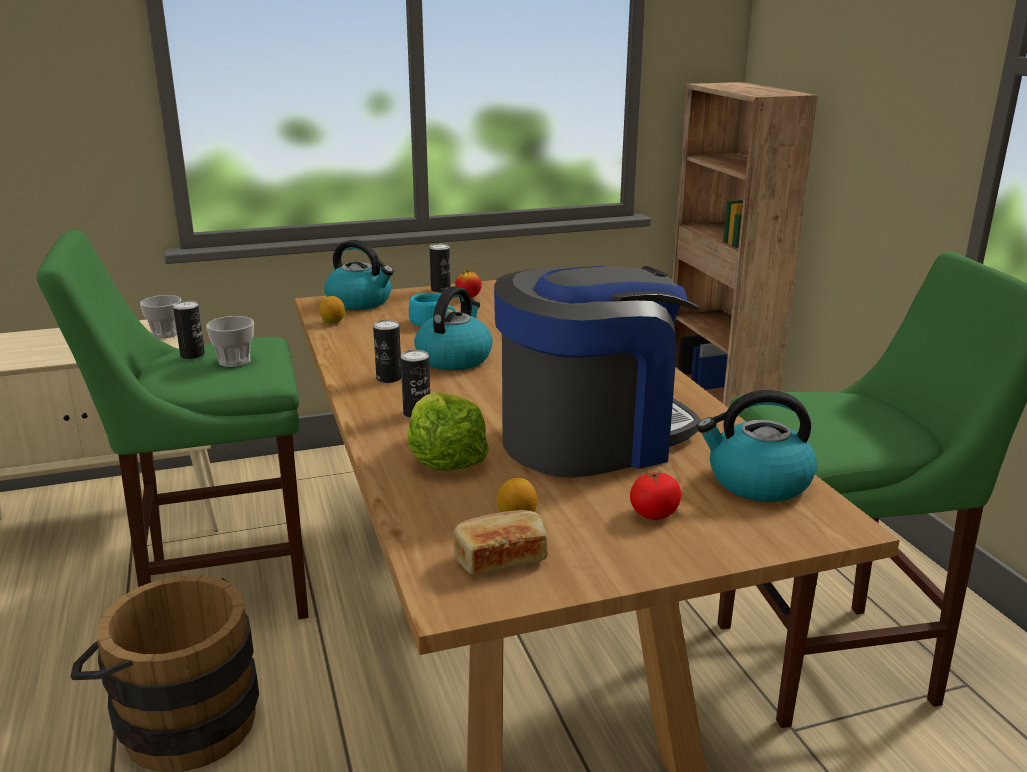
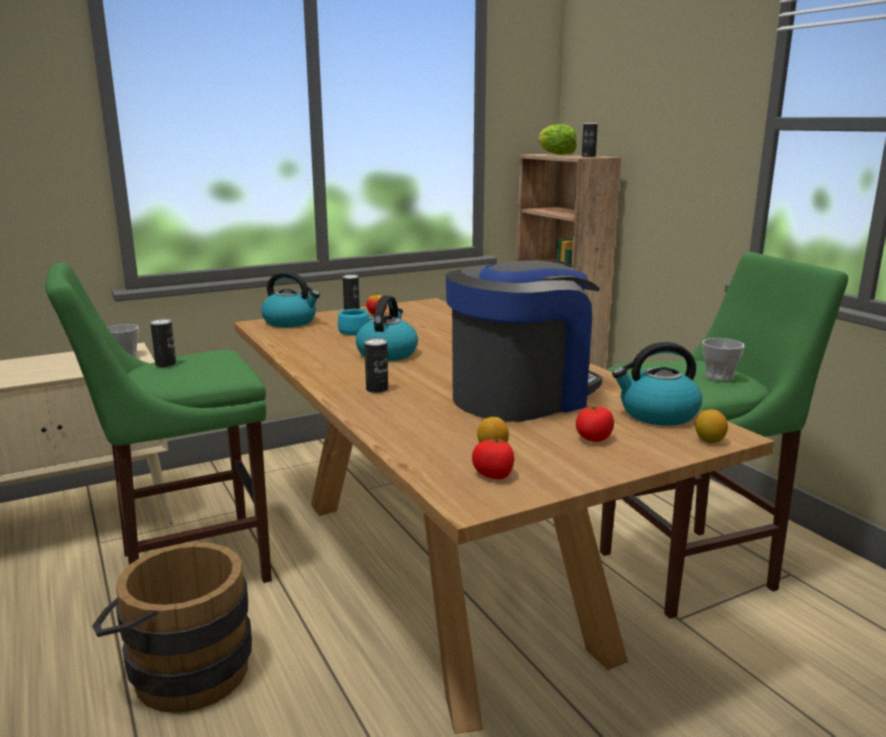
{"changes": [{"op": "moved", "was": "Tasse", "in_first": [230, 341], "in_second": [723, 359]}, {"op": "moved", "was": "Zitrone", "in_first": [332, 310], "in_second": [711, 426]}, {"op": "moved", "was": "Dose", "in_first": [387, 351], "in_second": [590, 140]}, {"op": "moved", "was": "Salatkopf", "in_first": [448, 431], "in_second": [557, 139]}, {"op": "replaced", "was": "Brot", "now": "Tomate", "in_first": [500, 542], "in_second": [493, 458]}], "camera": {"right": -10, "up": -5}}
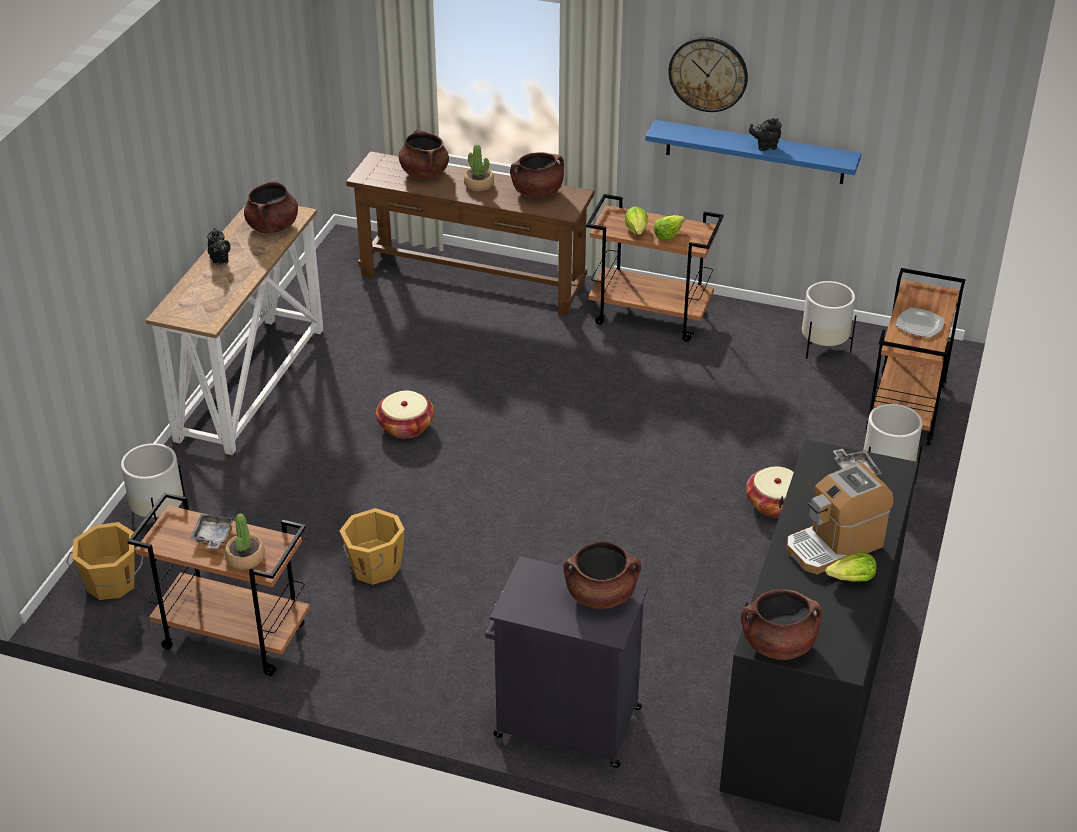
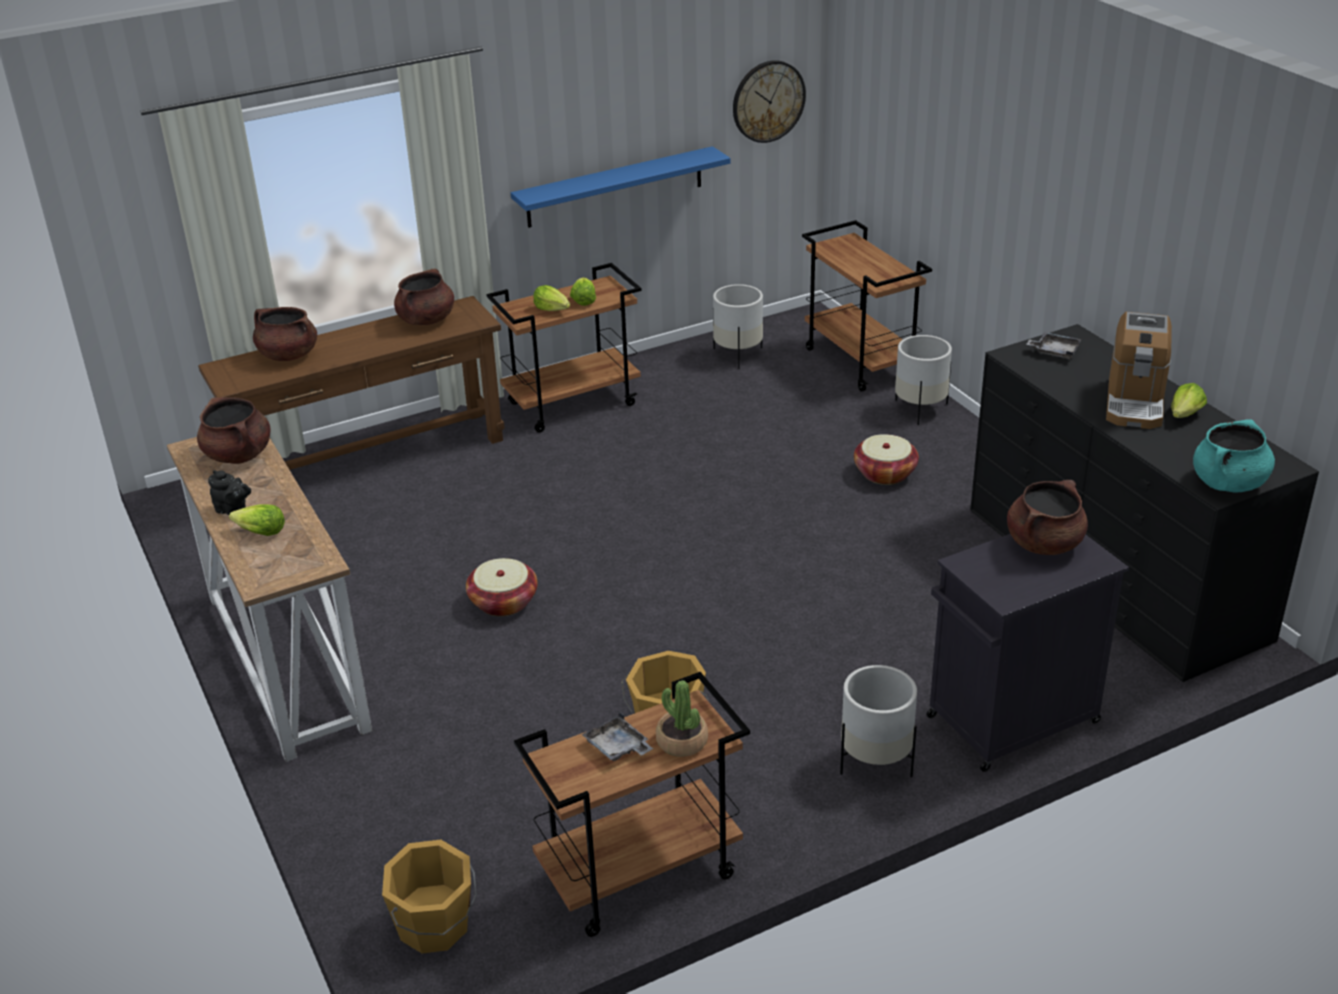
{"changes": [{"op": "moved", "was": "Pflanzkübel/weiß", "in_first": [153, 482], "in_second": [878, 721]}, {"op": "removed", "was": "Topfpflanze", "in_first": [479, 167]}, {"op": "moved", "was": "Wanduhr", "in_first": [708, 74], "in_second": [769, 101]}, {"op": "recoloured", "was": "Kochtopf/braun", "now": "Kochtopf/türkis", "in_first": [781, 624], "in_second": [1234, 455]}, {"op": "removed", "was": "Teekanne/schwarz", "in_first": [765, 134]}, {"op": "removed", "was": "Teller", "in_first": [920, 323]}, {"op": "added", "now": "Salatkopf", "in_second": [257, 520]}], "camera": {"right": -45, "up": -5}}
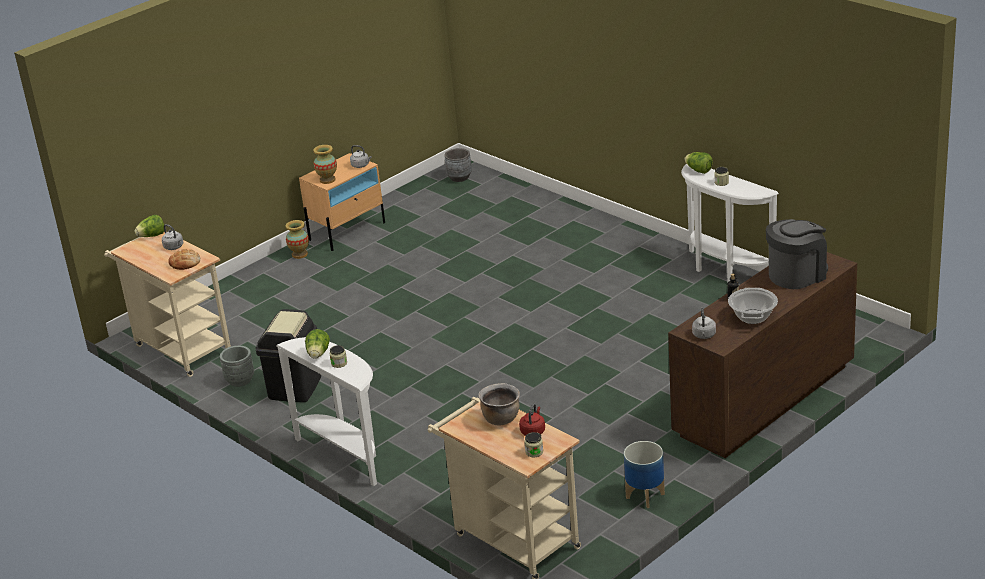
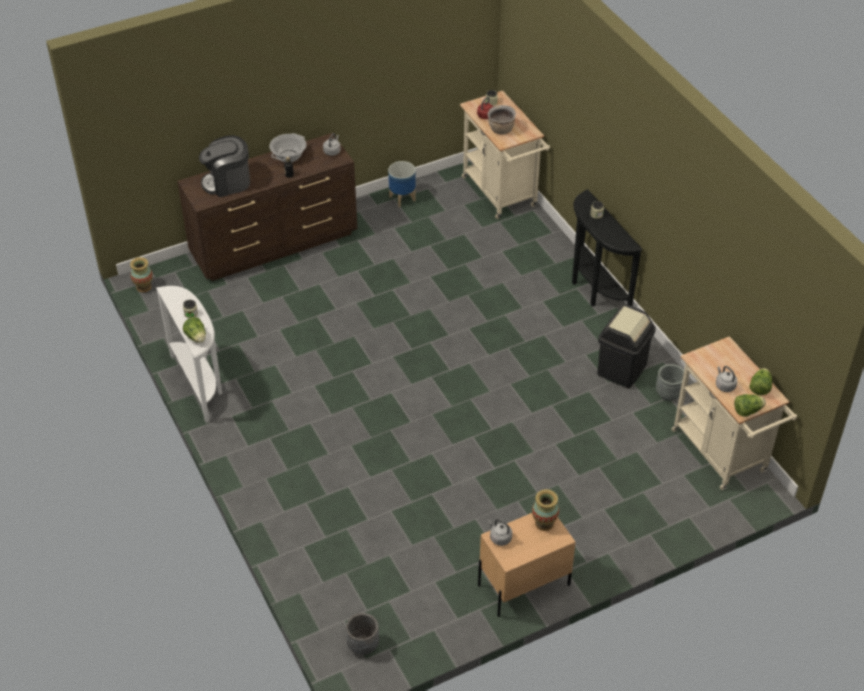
{"changes": [{"op": "removed", "was": "Brot", "in_first": [184, 259]}, {"op": "recoloured", "was": "Konsolentisch/weiß", "now": "Konsolentisch/schwarz", "in_first": [326, 411], "in_second": [607, 248]}, {"op": "moved", "was": "Vase", "in_first": [297, 239], "in_second": [141, 274]}, {"op": "moved", "was": "Salatkopf", "in_first": [317, 344], "in_second": [760, 381]}], "camera": {"right": -165, "up": 15}}
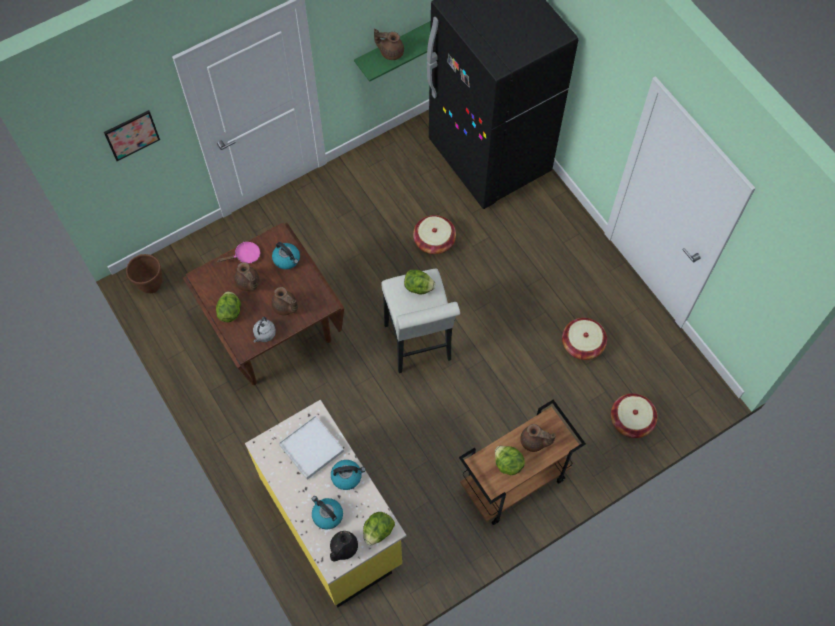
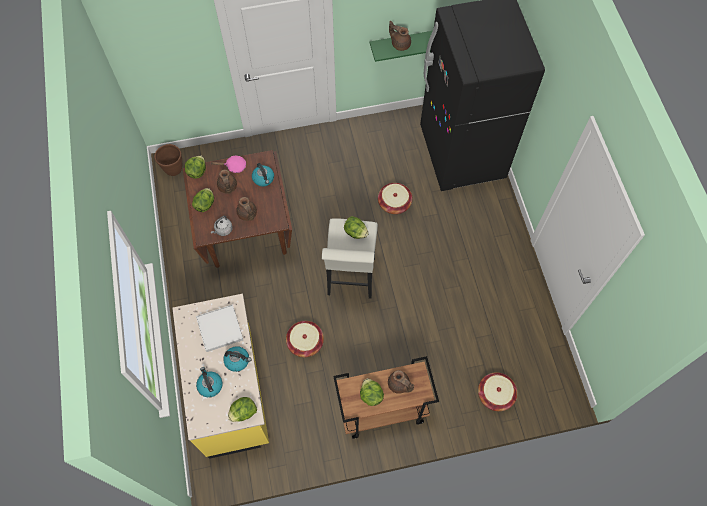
{"changes": [{"op": "removed", "was": "Bild", "in_first": [132, 135]}, {"op": "removed", "was": "Teekanne/schwarz", "in_first": [344, 546]}, {"op": "moved", "was": "Korb", "in_first": [584, 339], "in_second": [305, 339]}, {"op": "added", "now": "Salatkopf", "in_second": [195, 167]}], "camera": {"right": 20, "up": 0}}
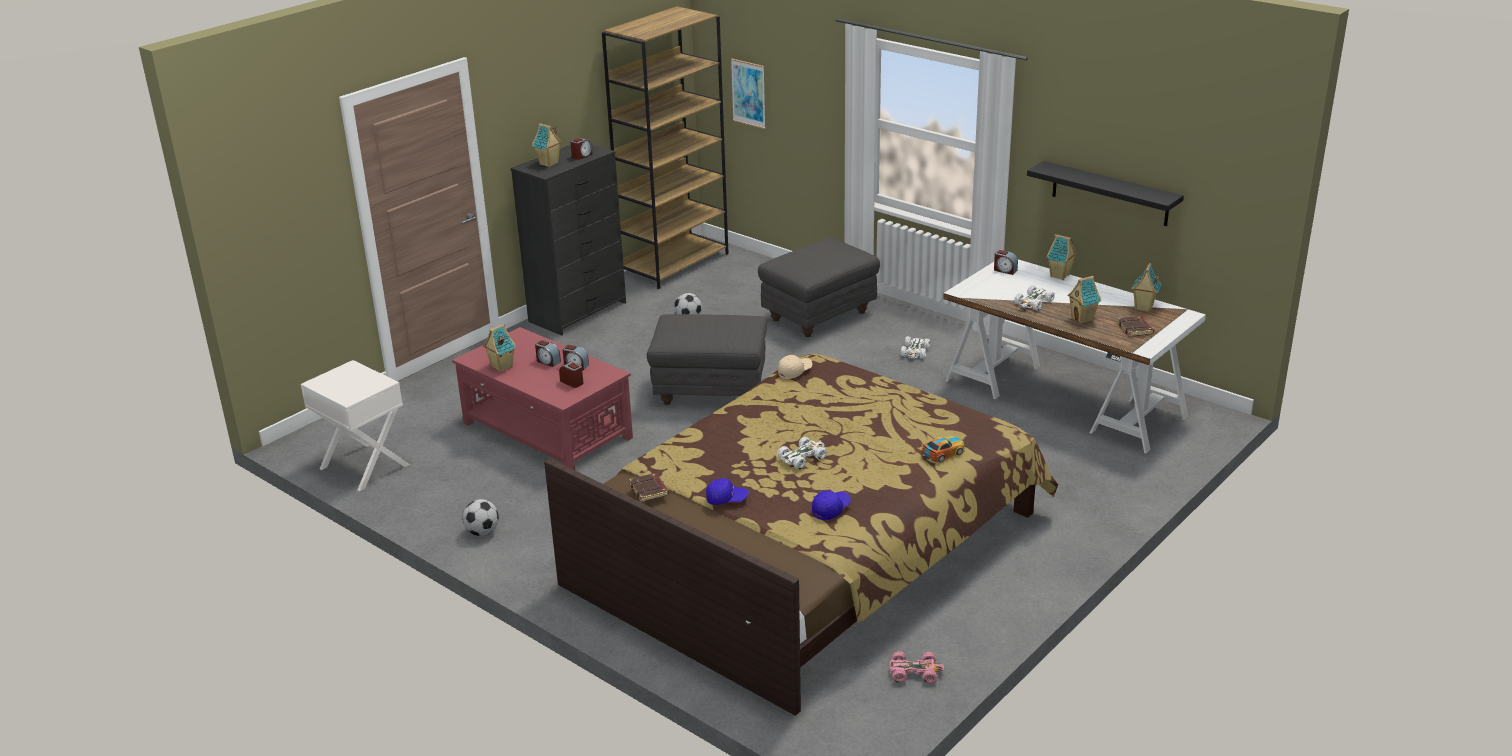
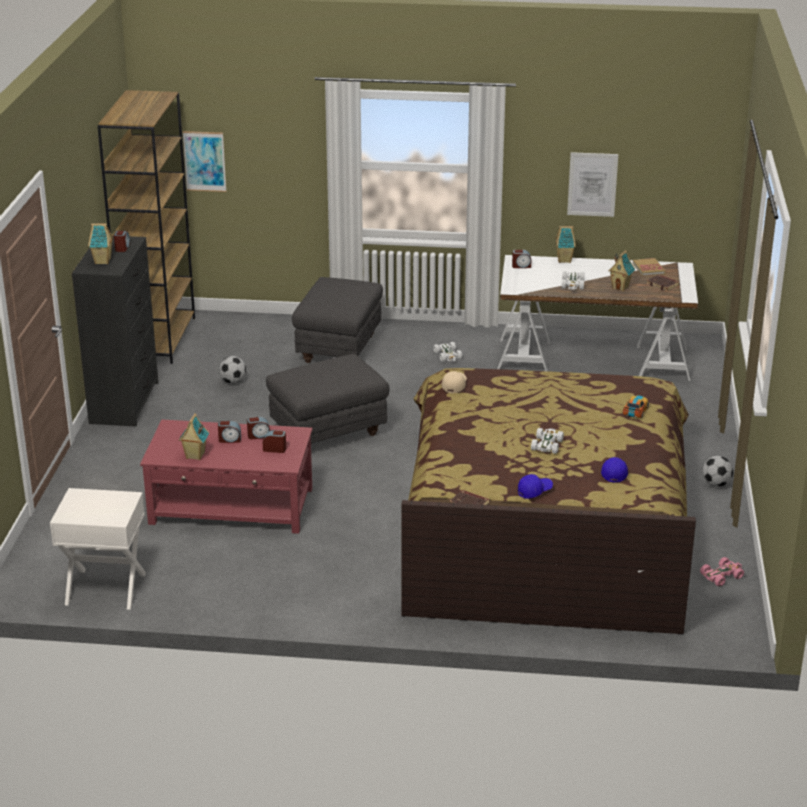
{"changes": [{"op": "moved", "was": "Fußball", "in_first": [480, 517], "in_second": [717, 471]}, {"op": "replaced", "was": "Wandregal/schwarz", "now": "Bild", "in_first": [1105, 193], "in_second": [592, 184]}, {"op": "replaced", "was": "Spielzeughaus", "now": "Buch", "in_first": [1146, 287], "in_second": [649, 267]}], "camera": {"right": -35, "up": 0}}
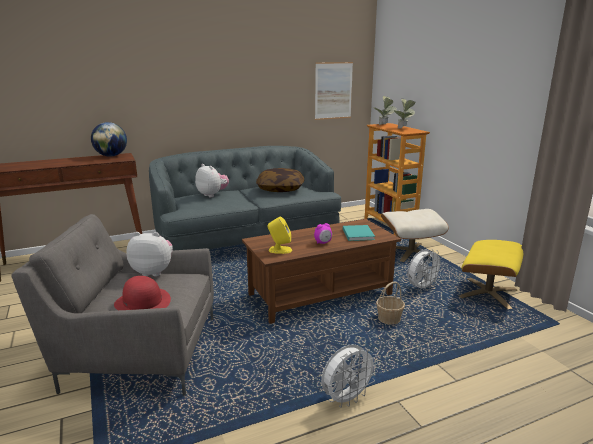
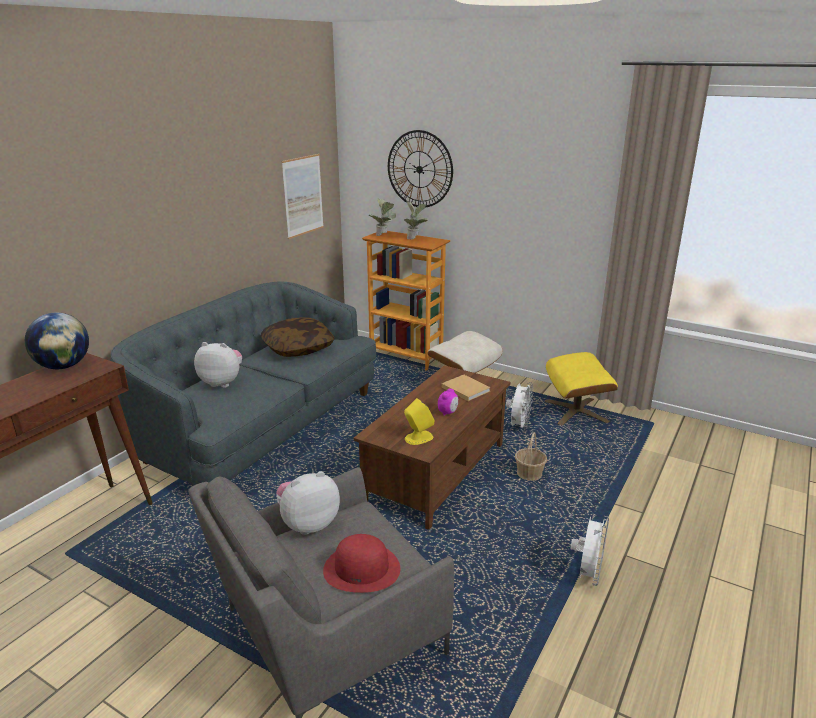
{"changes": [{"op": "recoloured", "was": "Buch/türkis", "now": "Buch/beige", "in_first": [359, 233], "in_second": [466, 388]}, {"op": "added", "now": "Wanduhr", "in_second": [420, 169]}], "camera": {"right": -35, "up": 5}}
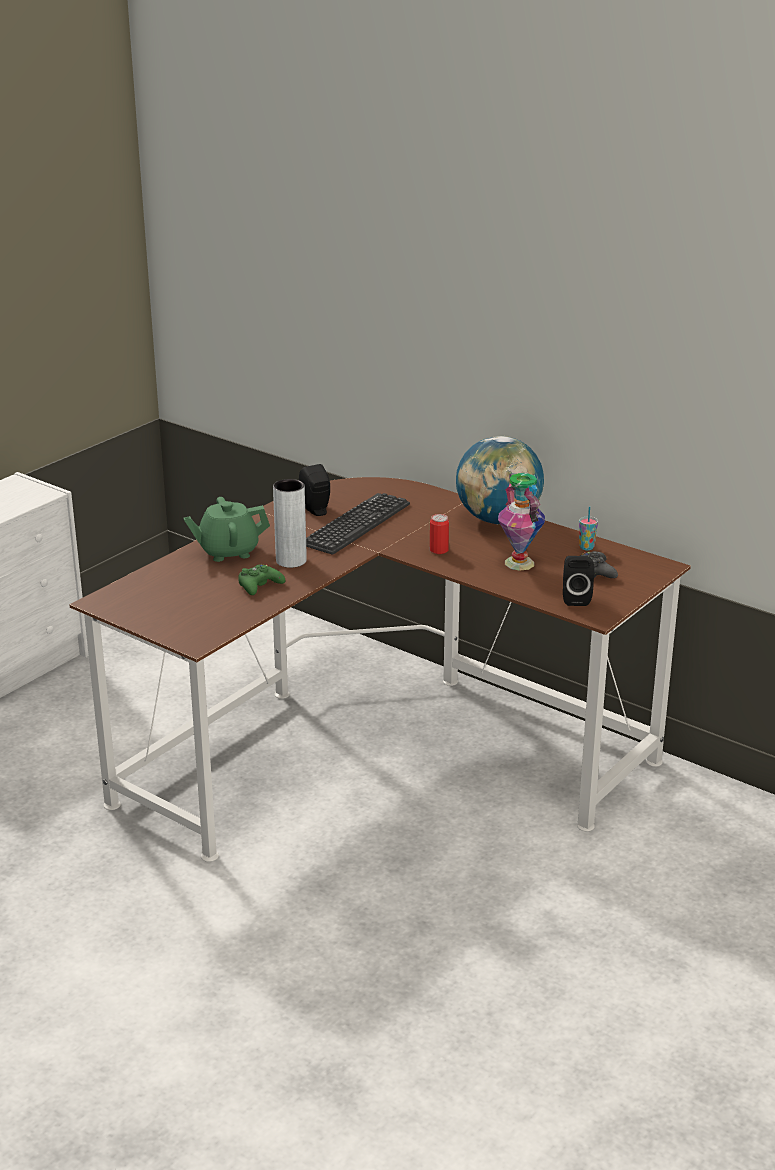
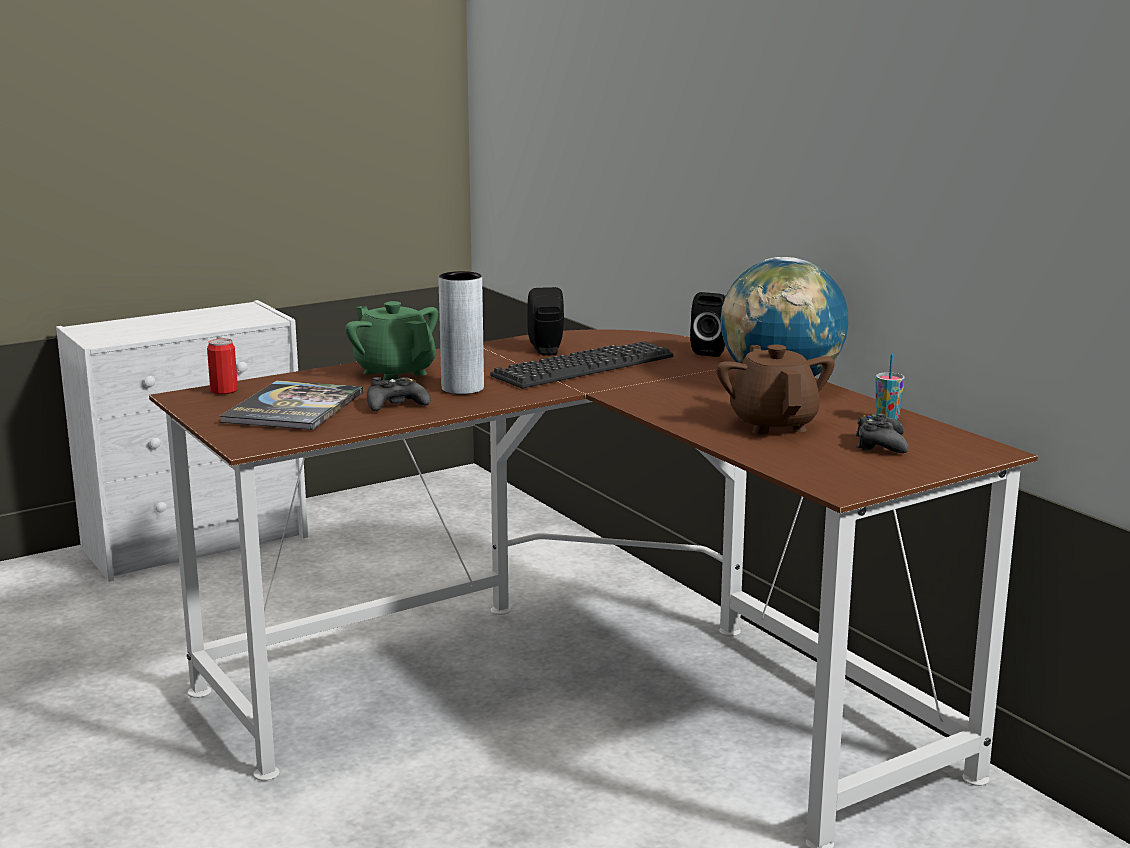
{"changes": [{"op": "turned", "was": "Teekanne/grün", "in_first": [226, 529], "in_second": [391, 341], "clockwise": 45}, {"op": "recoloured", "was": "Gamepad/grün", "now": "Gamepad/schwarz", "in_first": [261, 579], "in_second": [398, 394]}, {"op": "moved", "was": "Dose", "in_first": [439, 534], "in_second": [222, 366]}, {"op": "replaced", "was": "Vase", "now": "Teekanne/braun", "in_first": [521, 522], "in_second": [775, 389]}, {"op": "moved", "was": "Lautsprecher/schwarz", "in_first": [578, 581], "in_second": [708, 324]}, {"op": "added", "now": "Buch", "in_second": [292, 405]}], "camera": {"right": 20, "up": -10}}
